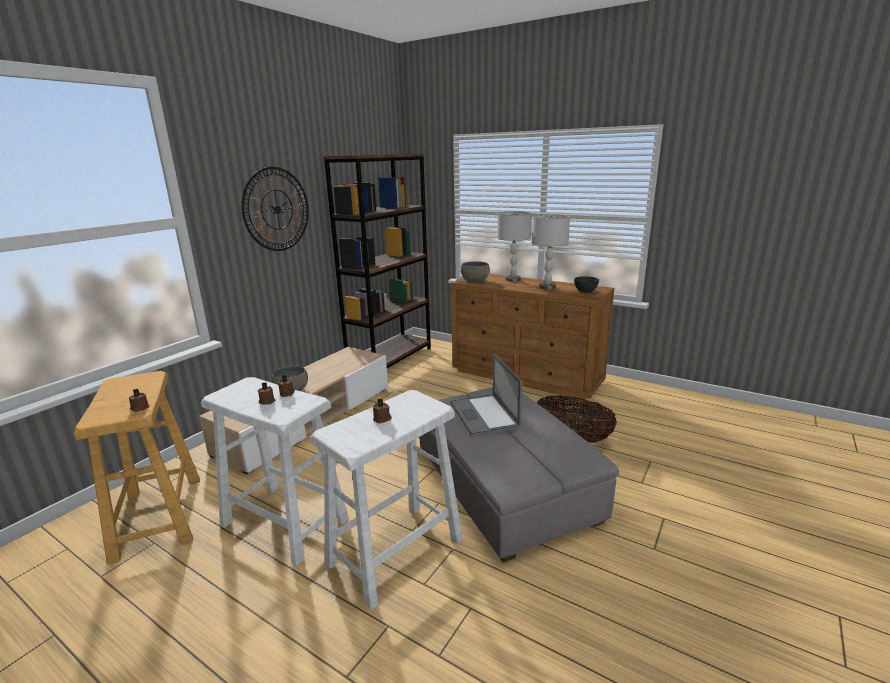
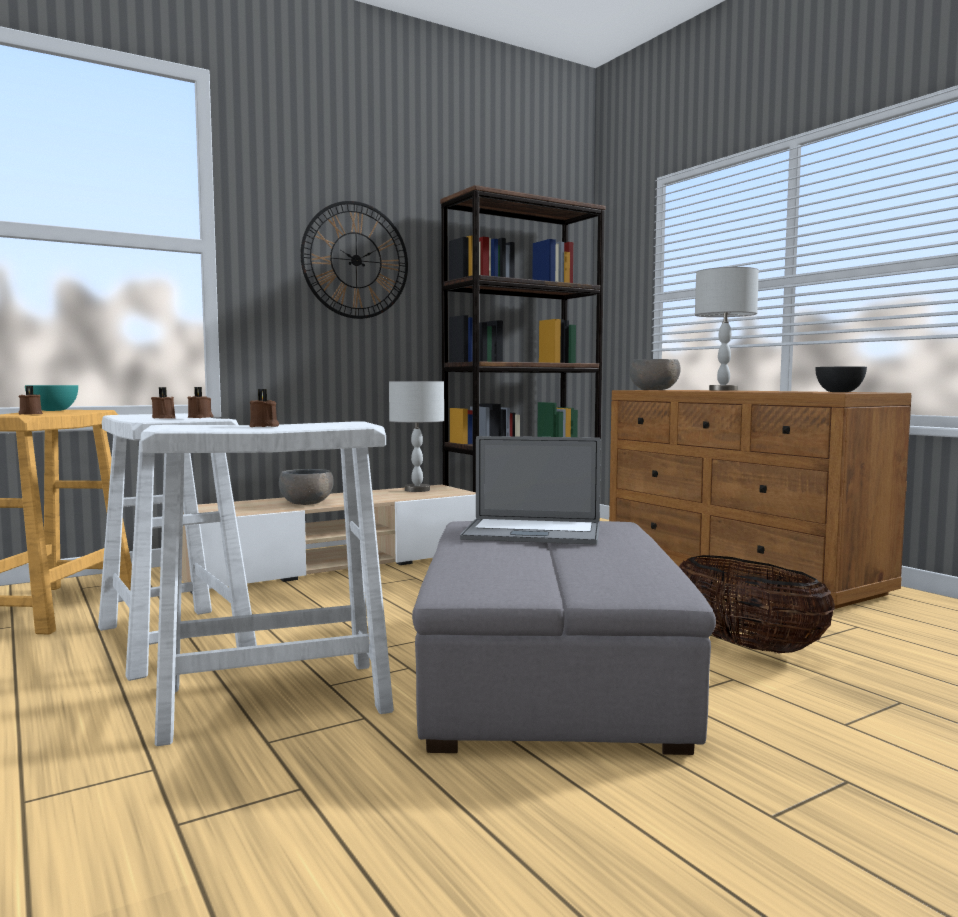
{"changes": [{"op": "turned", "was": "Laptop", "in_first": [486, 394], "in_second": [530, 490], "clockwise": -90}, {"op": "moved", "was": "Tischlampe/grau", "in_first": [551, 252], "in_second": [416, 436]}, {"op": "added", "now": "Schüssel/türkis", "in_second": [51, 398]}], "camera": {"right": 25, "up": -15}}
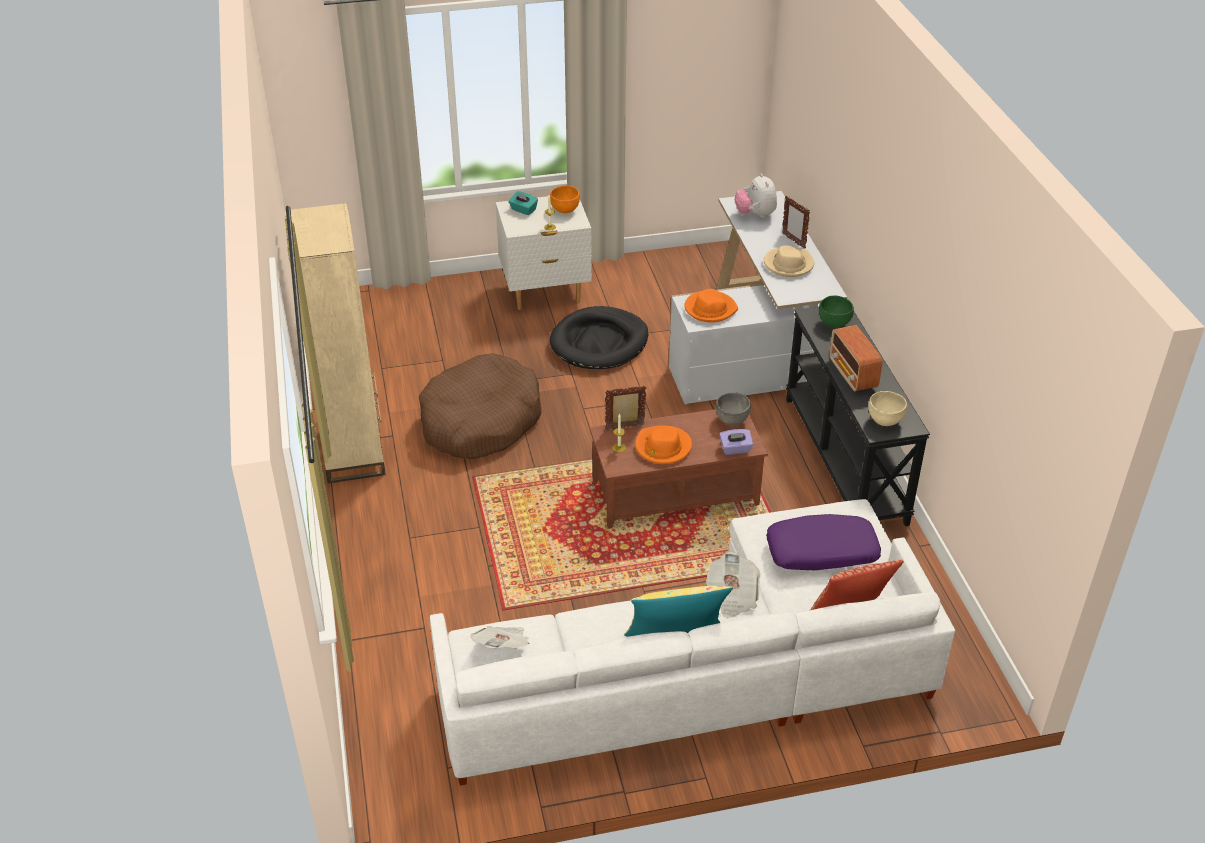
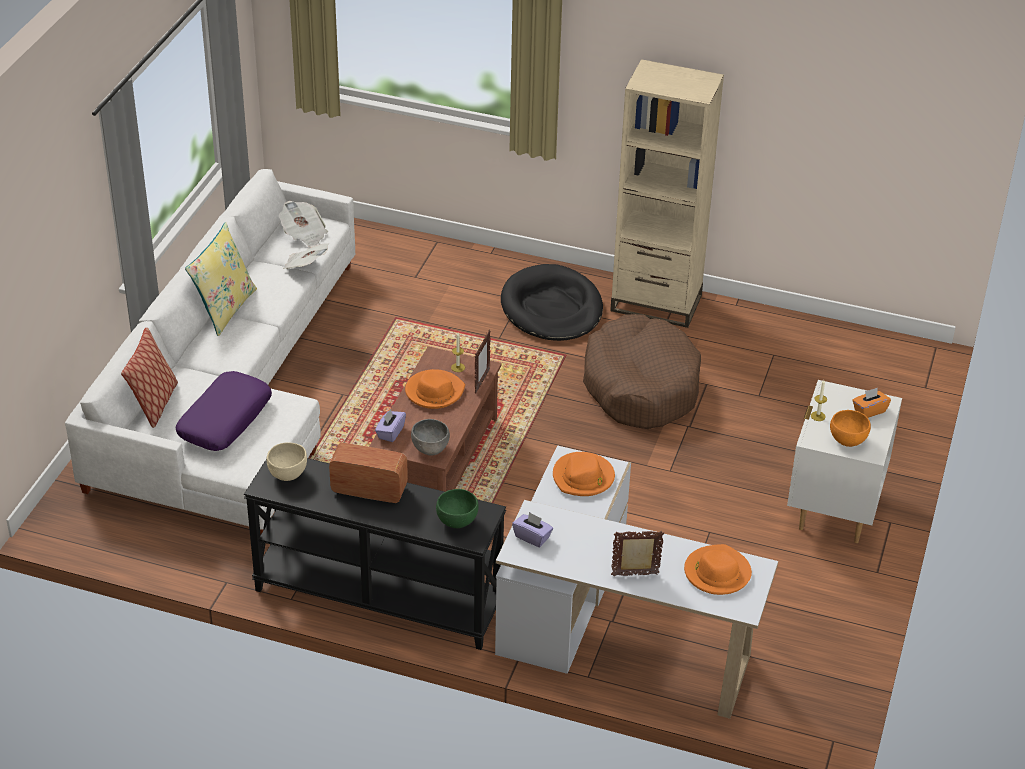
{"changes": [{"op": "recoloured", "was": "Taschentuchbox/türkis", "now": "Taschentuchbox/orange", "in_first": [523, 203], "in_second": [872, 403]}, {"op": "moved", "was": "Hundebett/schwarz", "in_first": [599, 337], "in_second": [552, 302]}, {"op": "moved", "was": "Zeitung", "in_first": [732, 585], "in_second": [306, 256]}, {"op": "replaced", "was": "Plüschtier", "now": "Hut/orange", "in_first": [756, 195], "in_second": [718, 569]}, {"op": "removed", "was": "Hut/beige", "in_first": [789, 261]}, {"op": "added", "now": "Taschentuchbox/lila", "in_second": [532, 529]}], "camera": {"right": 120, "up": 0}}
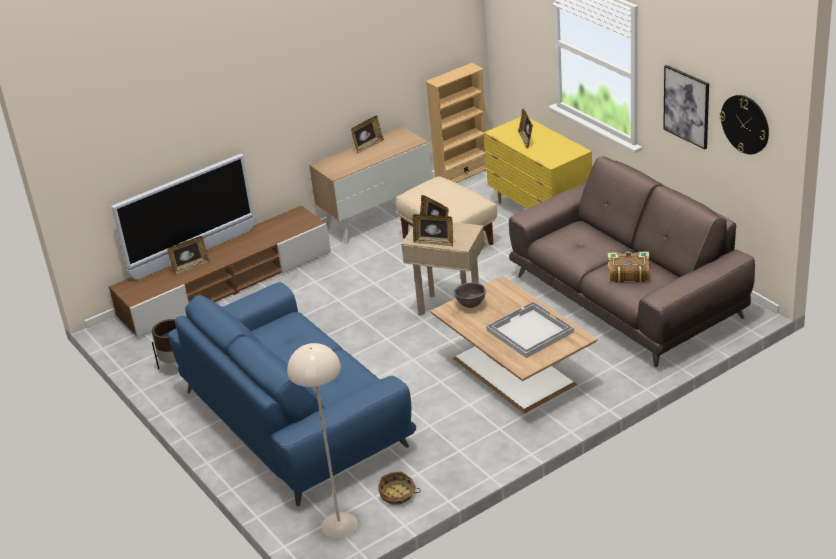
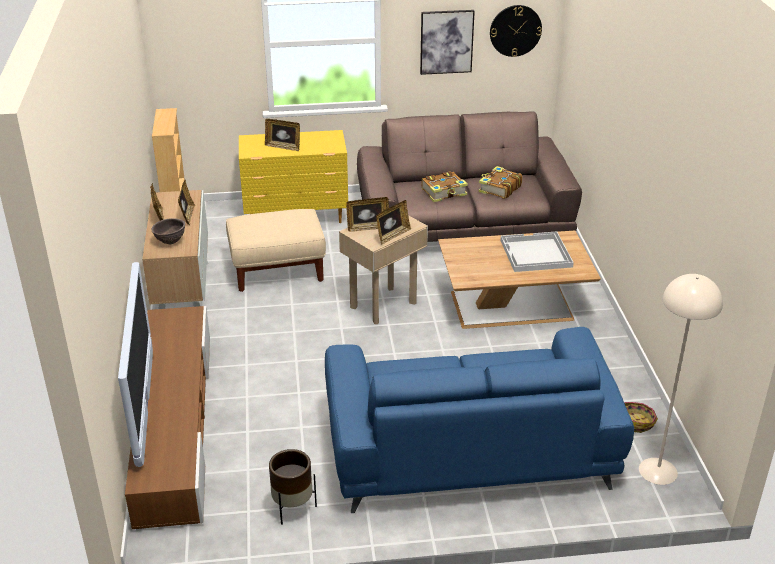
{"changes": [{"op": "moved", "was": "Bilderrahmen", "in_first": [188, 255], "in_second": [186, 202]}, {"op": "moved", "was": "Schüssel/braun", "in_first": [469, 295], "in_second": [168, 231]}, {"op": "added", "now": "Buch", "in_second": [445, 186]}], "camera": {"right": -65, "up": 0}}
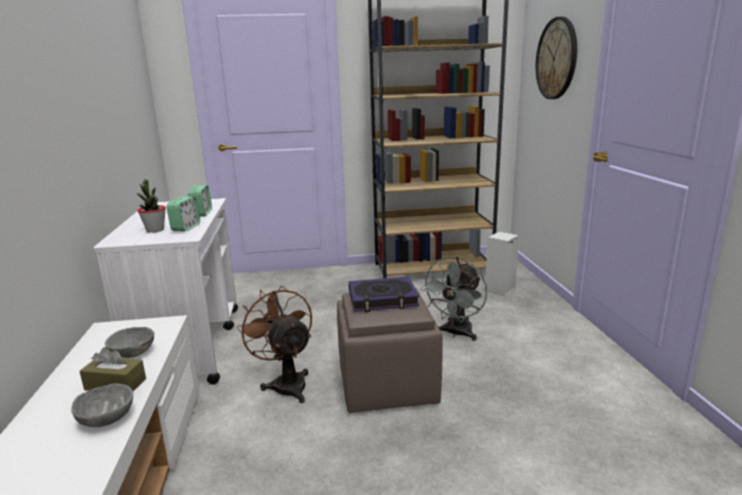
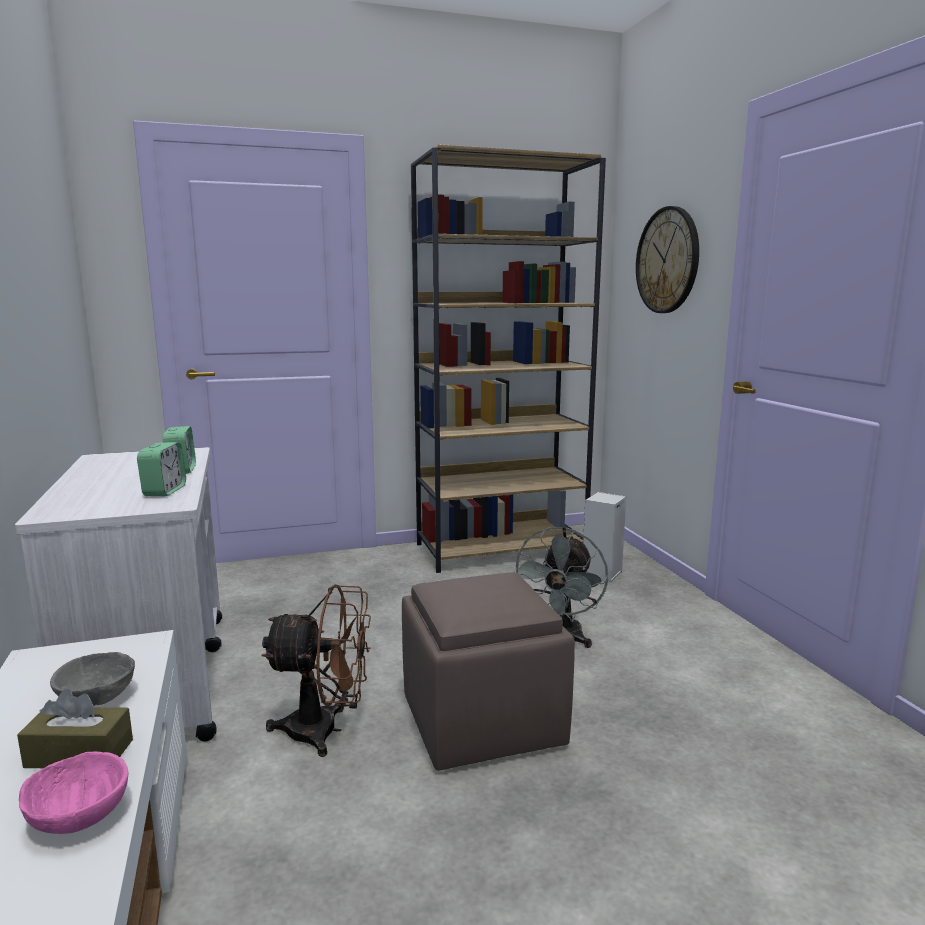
{"changes": [{"op": "recoloured", "was": "Schüssel/grau", "now": "Schüssel/rosa", "in_first": [102, 405], "in_second": [73, 793]}, {"op": "removed", "was": "Topfpflanze", "in_first": [151, 206]}, {"op": "turned", "was": "Ventilator/braun", "in_first": [274, 344], "in_second": [316, 670], "clockwise": 135}, {"op": "removed", "was": "Buch", "in_first": [384, 294]}], "camera": {"right": -10, "up": -5}}
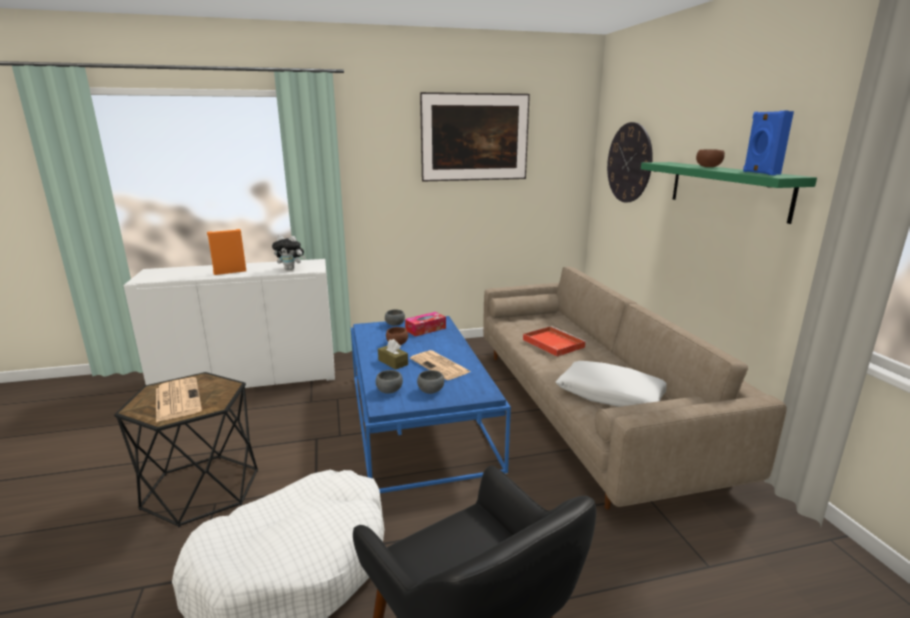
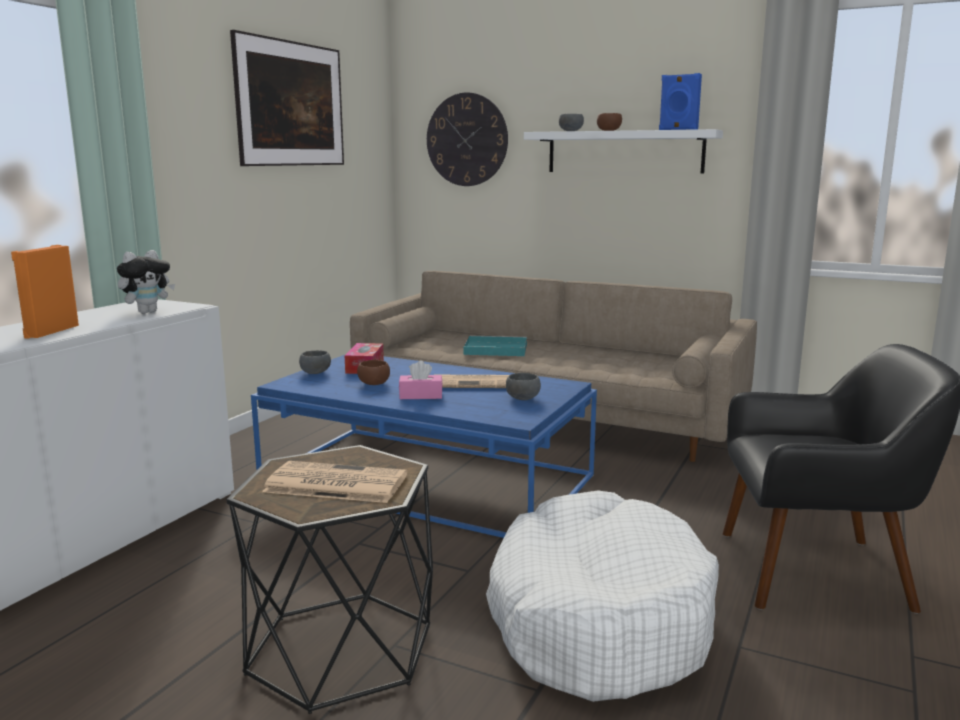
{"changes": [{"op": "moved", "was": "Schüssel/grau", "in_first": [389, 382], "in_second": [571, 122]}, {"op": "recoloured", "was": "Taschentuchbox/braun", "now": "Taschentuchbox/rosa", "in_first": [393, 354], "in_second": [421, 379]}, {"op": "recoloured", "was": "Tablett/rot", "now": "Tablett/türkis", "in_first": [555, 341], "in_second": [495, 346]}, {"op": "removed", "was": "Kissen/weiß", "in_first": [611, 384]}, {"op": "recoloured", "was": "Wandregal/grün", "now": "Wandregal/weiß", "in_first": [729, 193], "in_second": [623, 151]}], "camera": {"right": -50, "up": -5}}
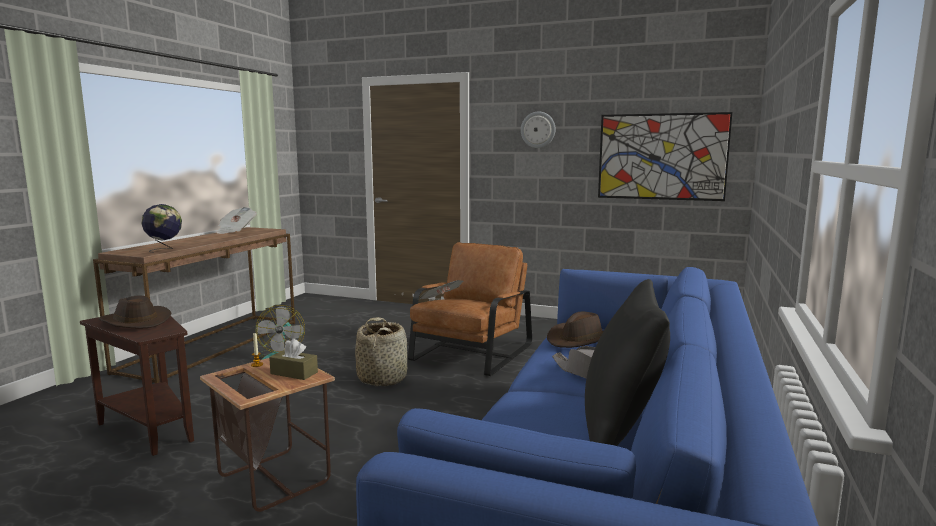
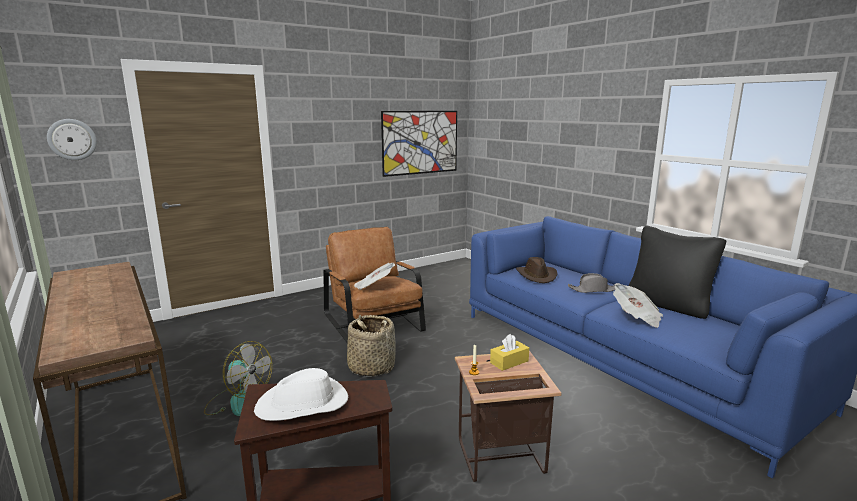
{"changes": [{"op": "recoloured", "was": "Hut/braun", "now": "Hut/weiß", "in_first": [134, 312], "in_second": [301, 394]}, {"op": "removed", "was": "Globus", "in_first": [162, 228]}, {"op": "moved", "was": "Zeitung", "in_first": [236, 220], "in_second": [638, 305]}, {"op": "recoloured", "was": "Taschentuchbox/braun", "now": "Taschentuchbox/gelb", "in_first": [293, 359], "in_second": [509, 352]}, {"op": "moved", "was": "Wanduhr", "in_first": [538, 129], "in_second": [72, 139]}], "camera": {"right": -55, "up": 5}}
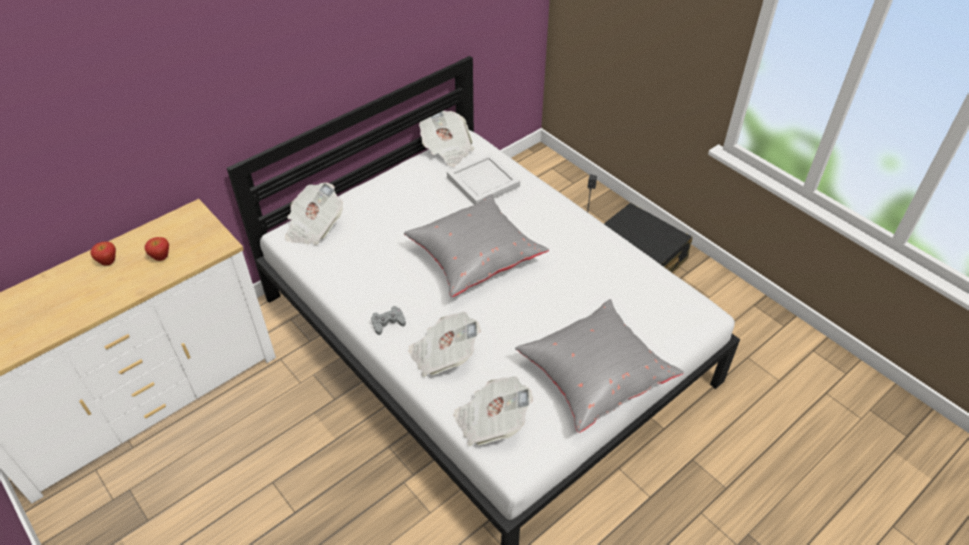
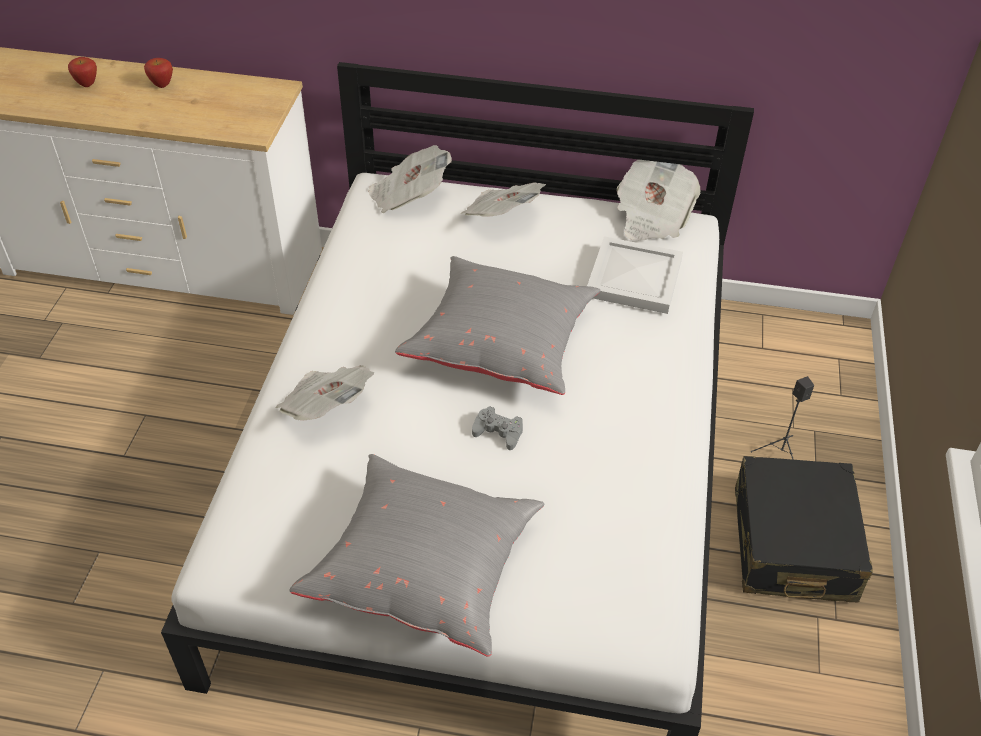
{"changes": [{"op": "moved", "was": "Apfel", "in_first": [157, 249], "in_second": [82, 72]}, {"op": "moved", "was": "Gamepad/grau", "in_first": [388, 320], "in_second": [497, 428]}, {"op": "moved", "was": "Zeitung", "in_first": [493, 411], "in_second": [503, 199]}], "camera": {"right": 50, "up": 0}}
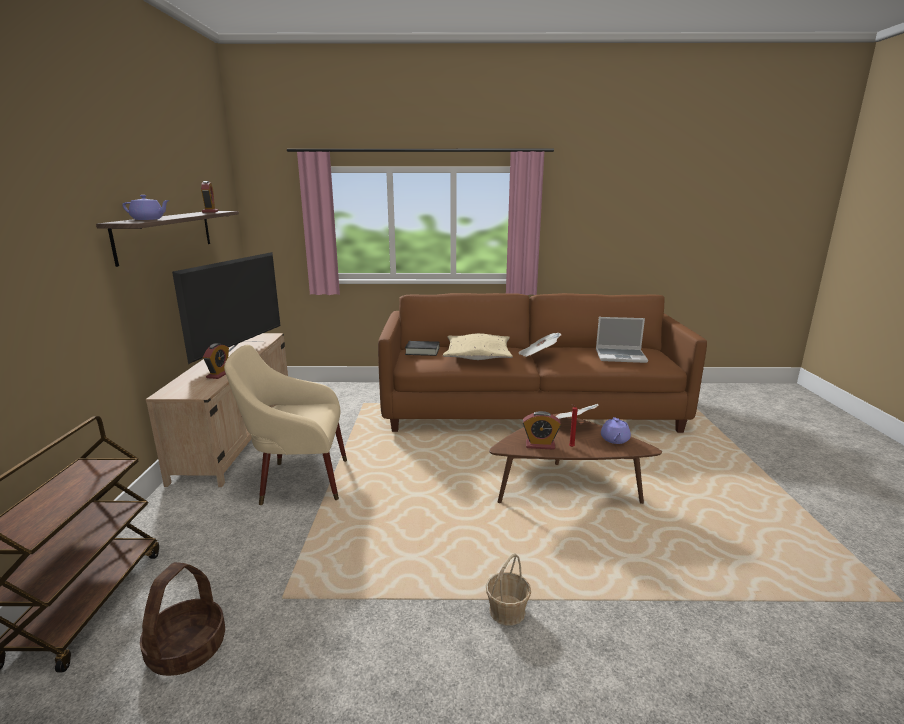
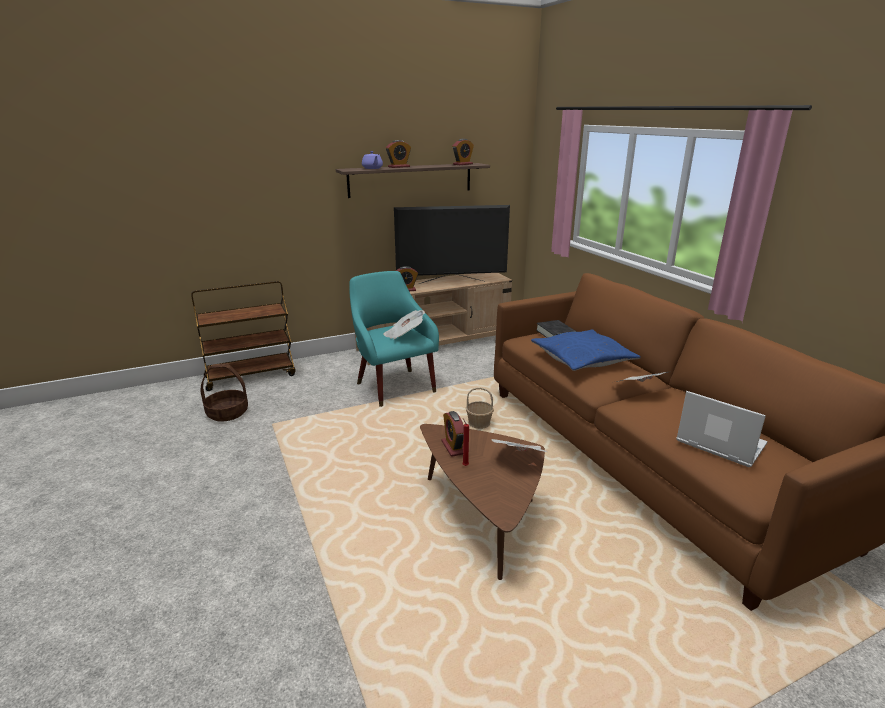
{"changes": [{"op": "recoloured", "was": "Sessel/beige", "now": "Sessel/türkis", "in_first": [285, 425], "in_second": [394, 339]}, {"op": "recoloured", "was": "Kissen/beige", "now": "Kissen/blau", "in_first": [478, 346], "in_second": [586, 350]}, {"op": "moved", "was": "Korb", "in_first": [508, 589], "in_second": [480, 408]}, {"op": "turned", "was": "Laptop", "in_first": [622, 340], "in_second": [722, 429], "clockwise": 150}, {"op": "removed", "was": "Teekanne/lila", "in_first": [616, 430]}, {"op": "added", "now": "Zeitung", "in_second": [404, 325]}, {"op": "added", "now": "Wecker", "in_second": [398, 154]}], "camera": {"right": 65, "up": 5}}
